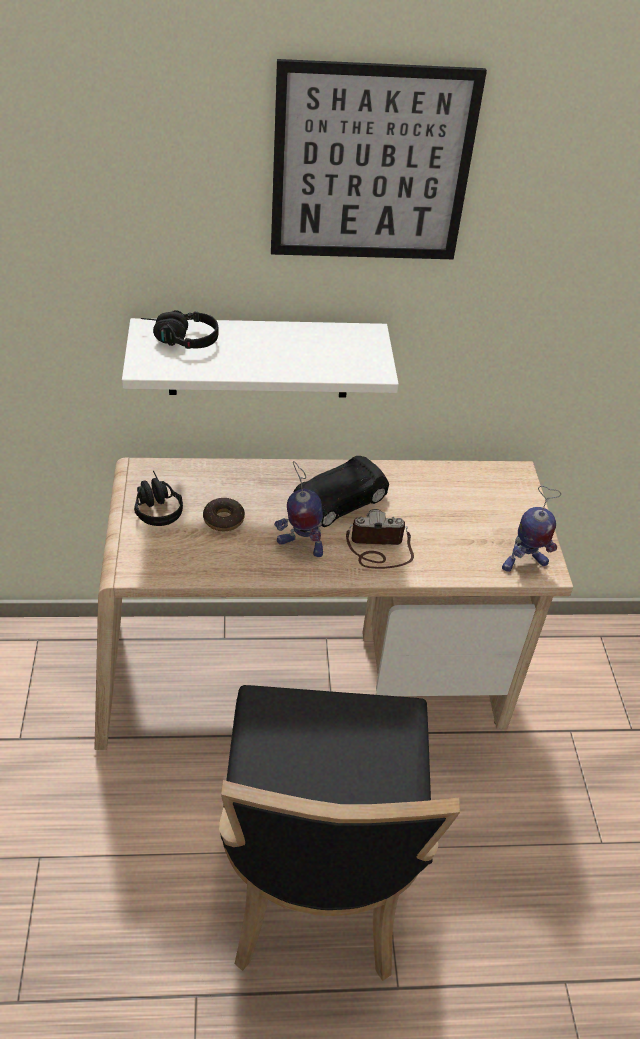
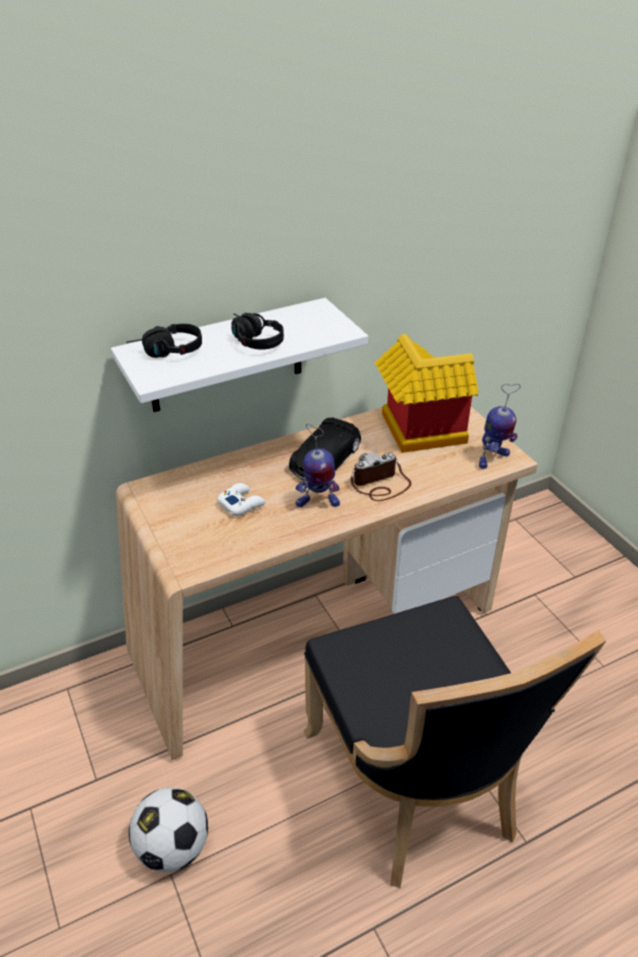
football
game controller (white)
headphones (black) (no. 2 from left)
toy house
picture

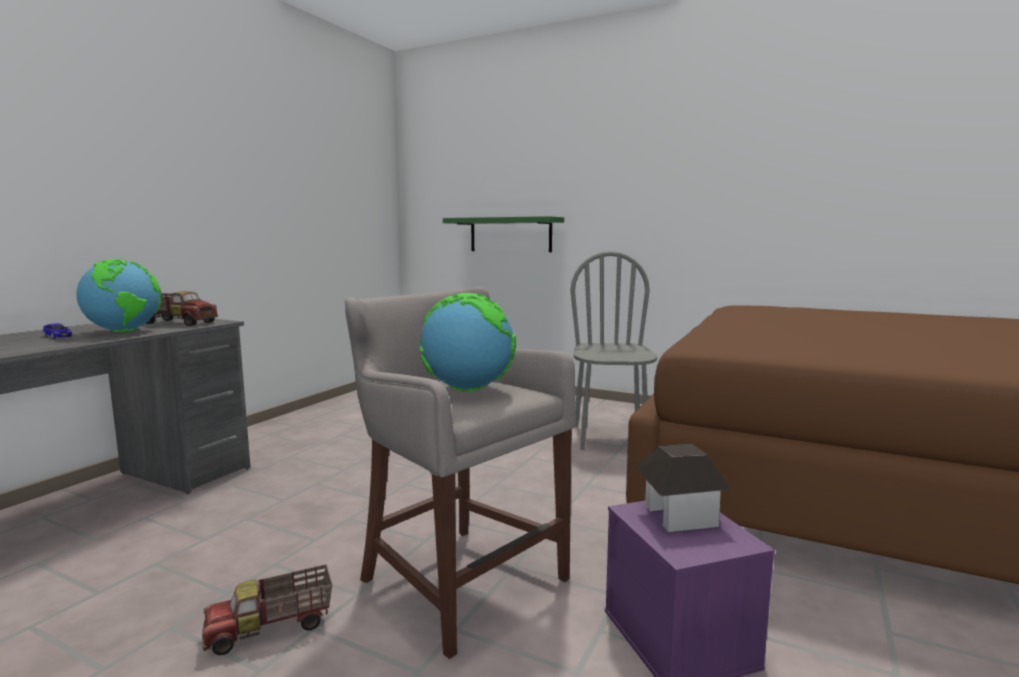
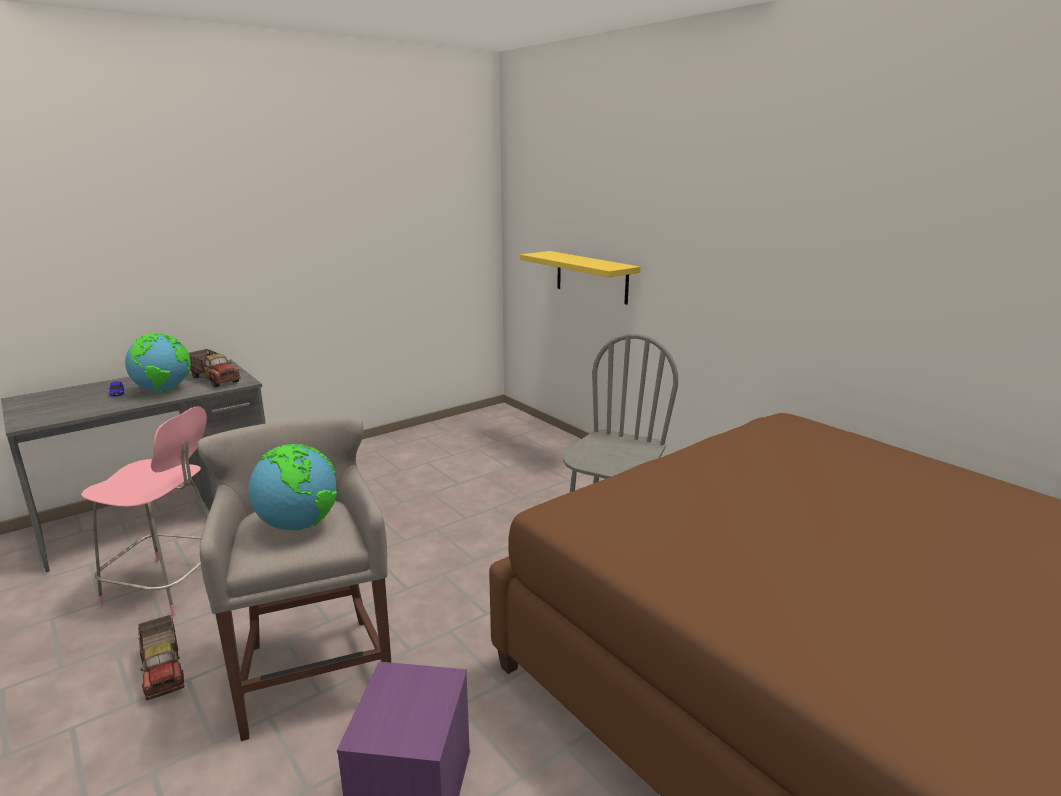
stool (pink)
toy truck (no. 1 from left)
shelf (yellow)
toy house

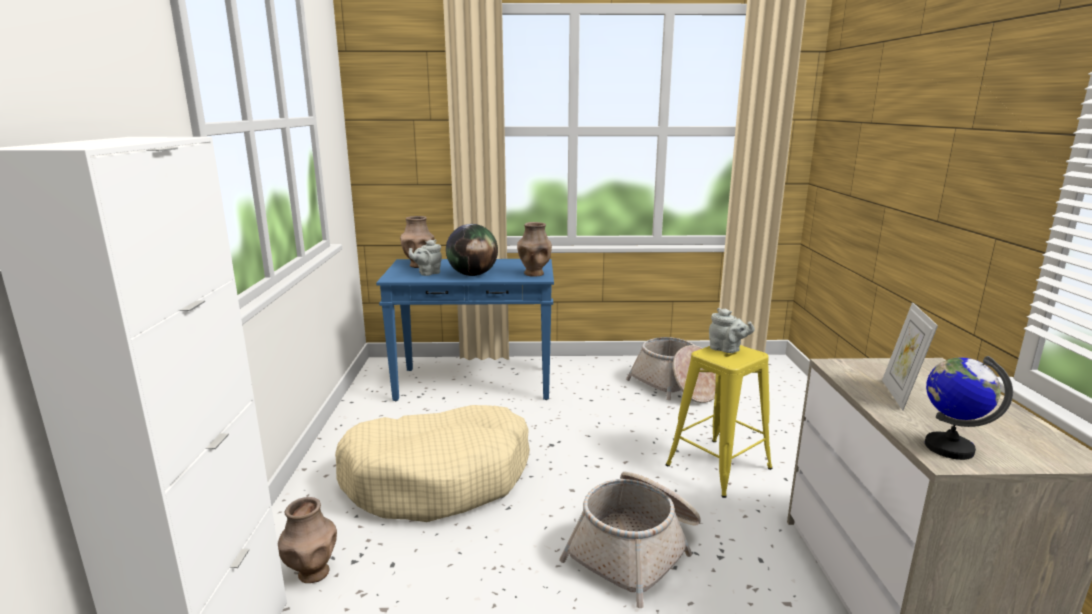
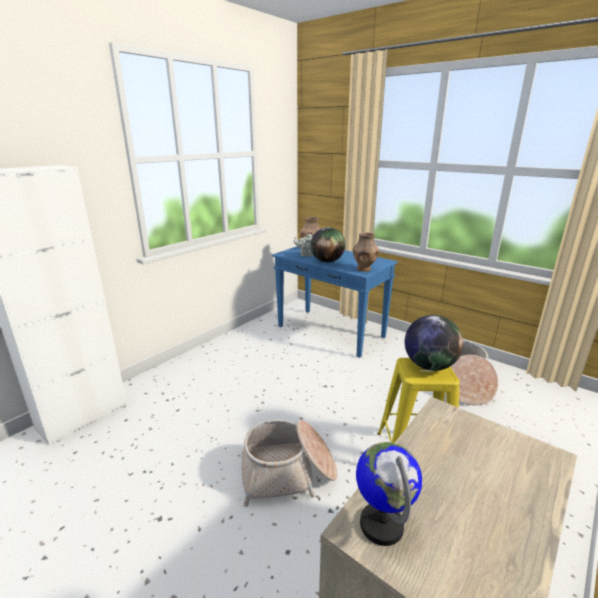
globe (no. 3 from left)
vase (brown) (no. 1 from left in the first image)
dog bed (beige)
picture frame

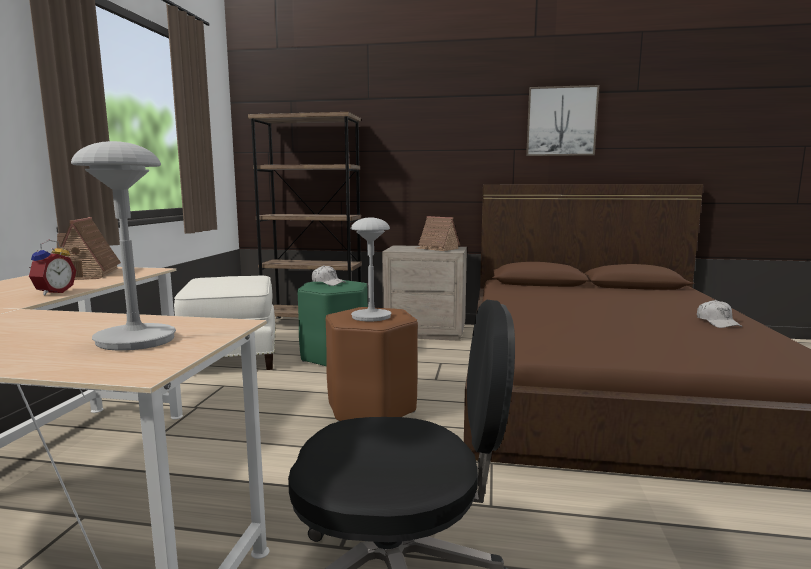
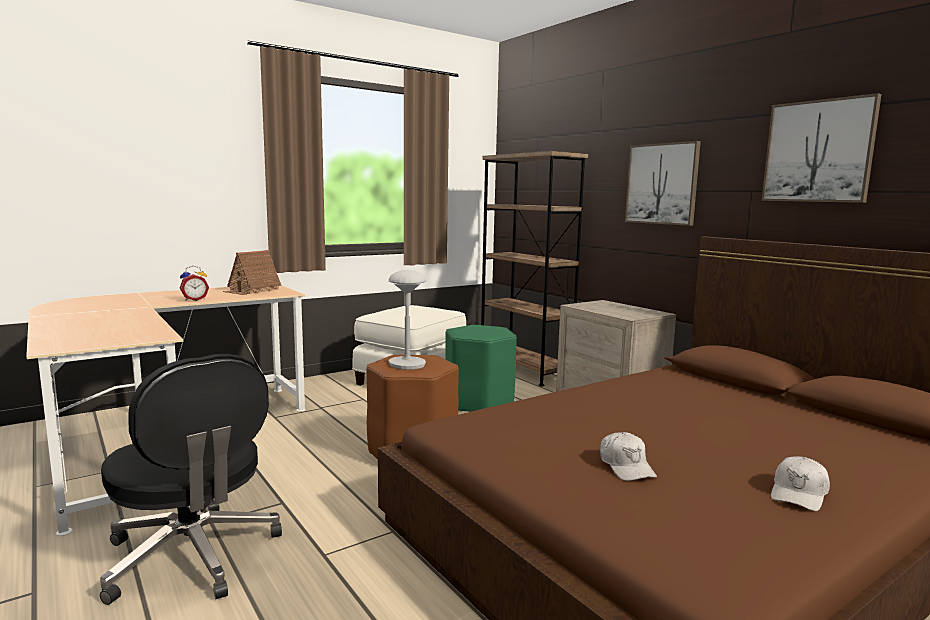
cap (white) (no. 1 from left)
picture (no. 1 from left)
table lamp (grey) (no. 1 from left in the first image)
toy house (no. 2 from left in the first image)

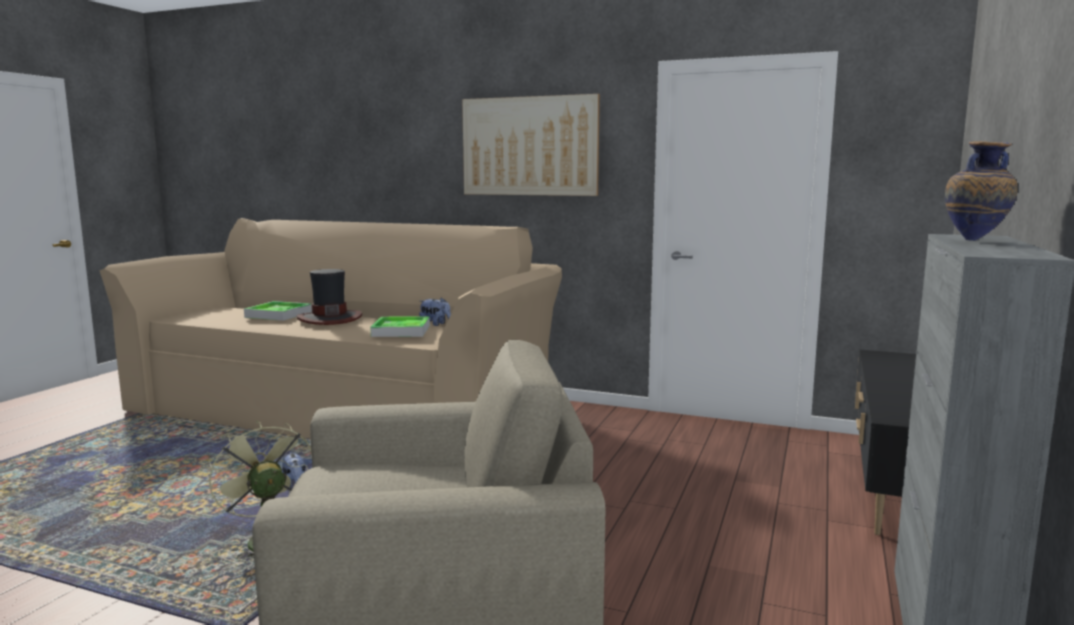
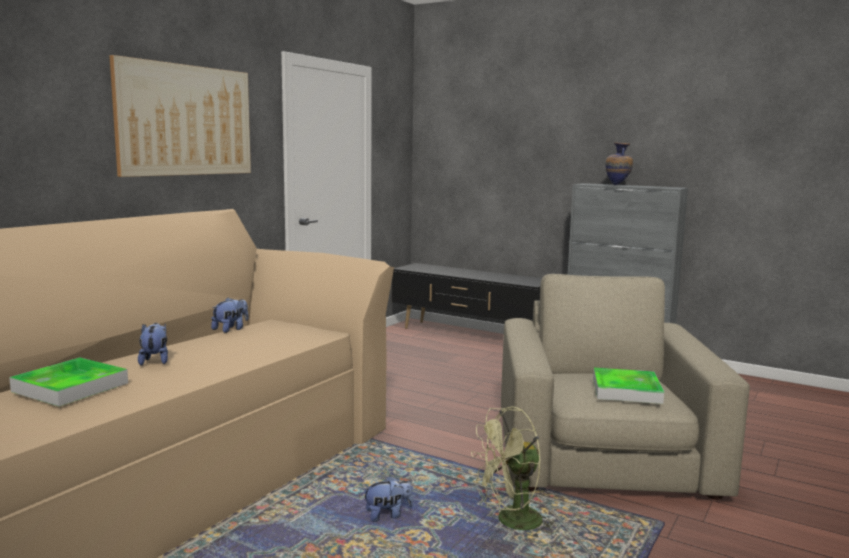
plush toy (no. 1 from left)
tray (no. 2 from left)

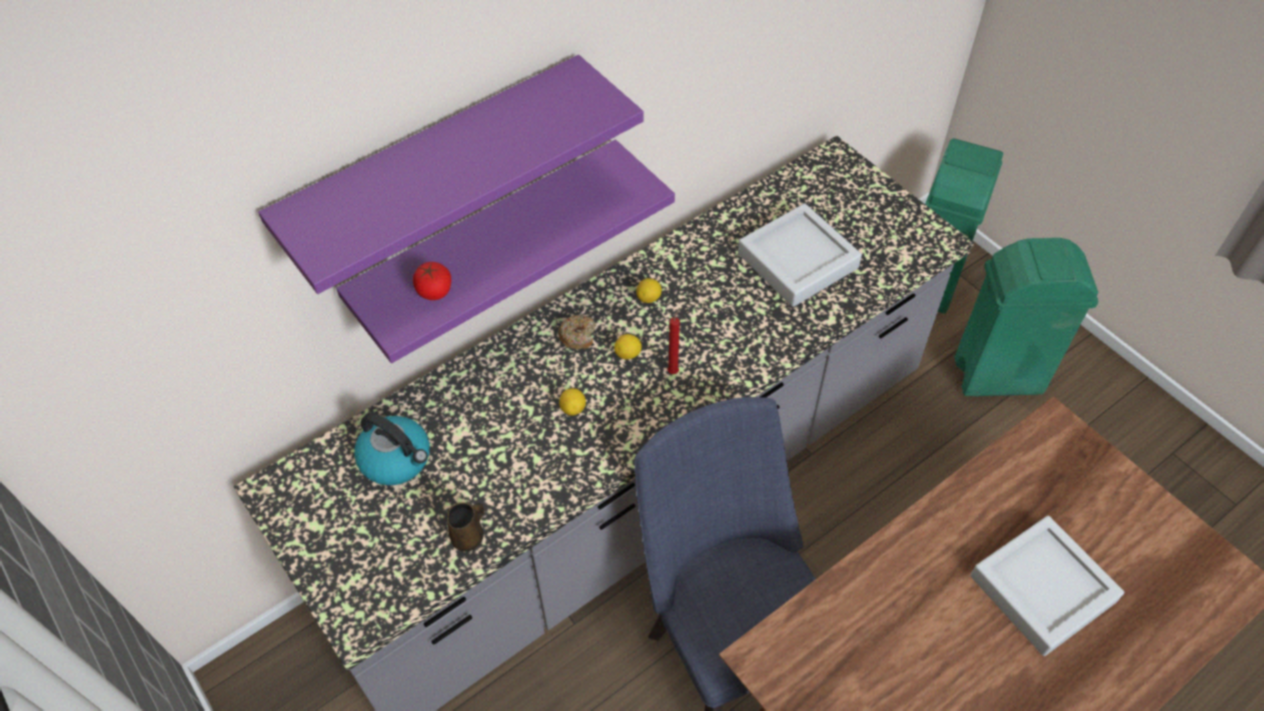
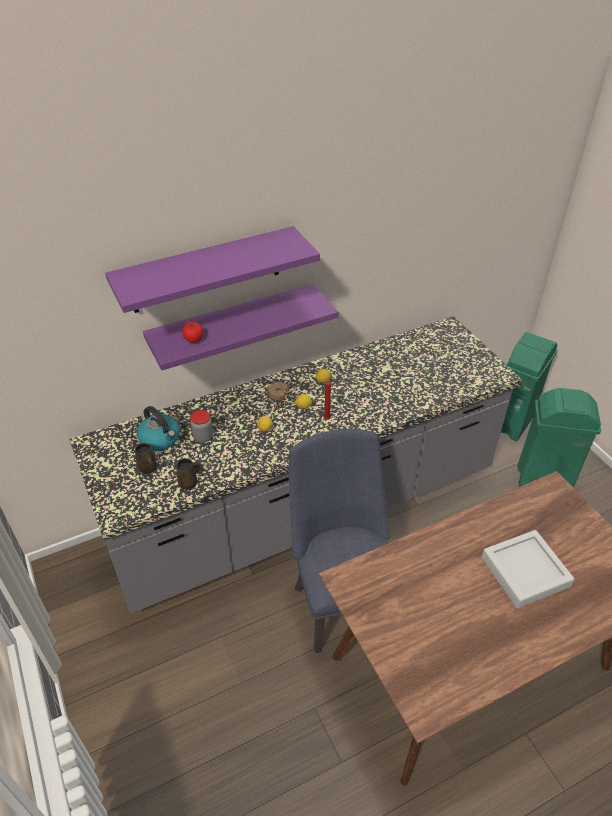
mug (brown) (no. 1 from left)
jar
tray (grey) (no. 1 from left in the first image)

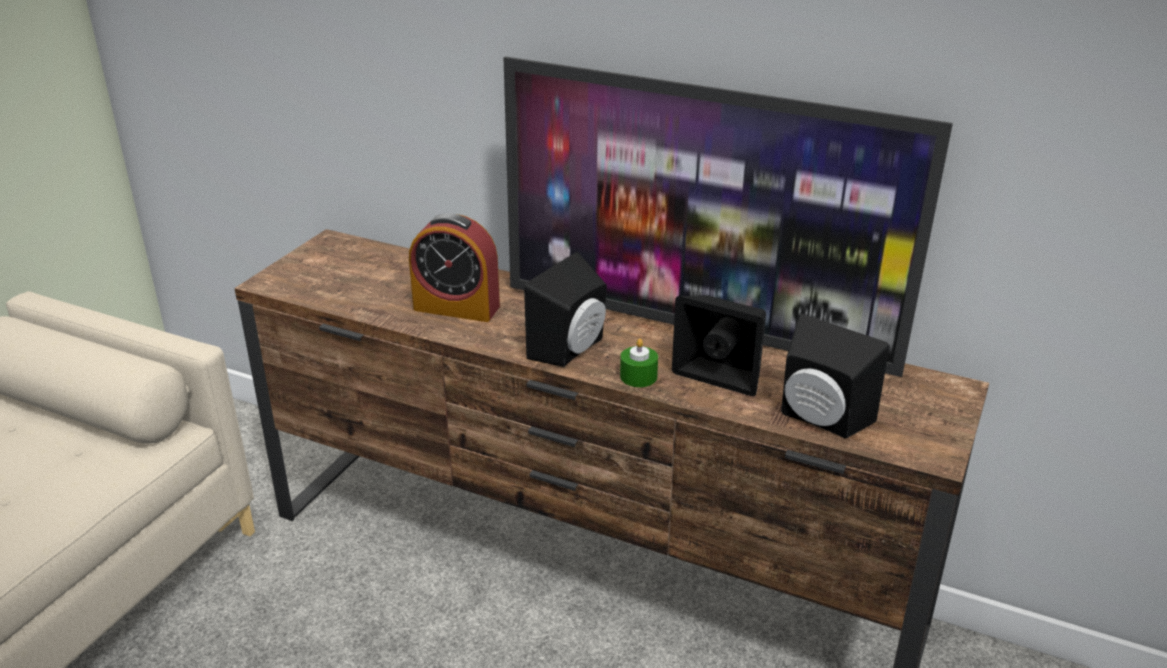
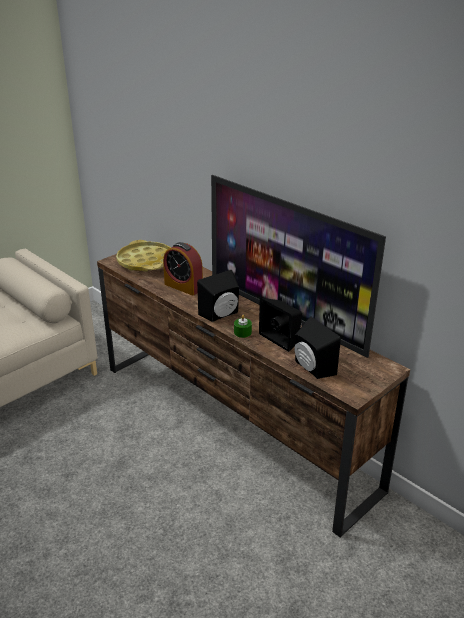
tray (yellow)

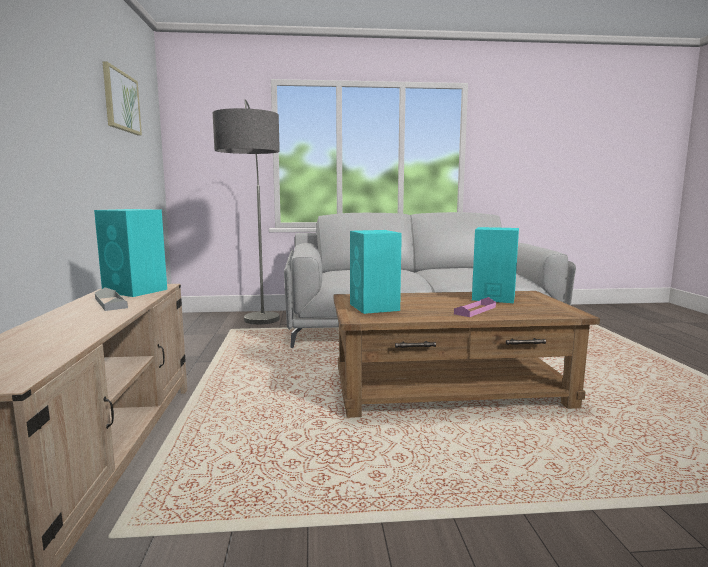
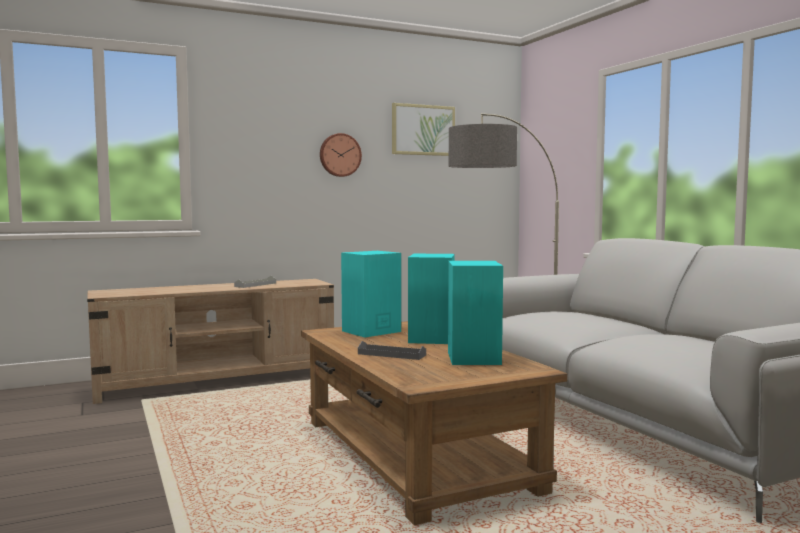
wall clock
tray (grey) (no. 2 from left)
speaker (turquoise) (no. 2 from left)

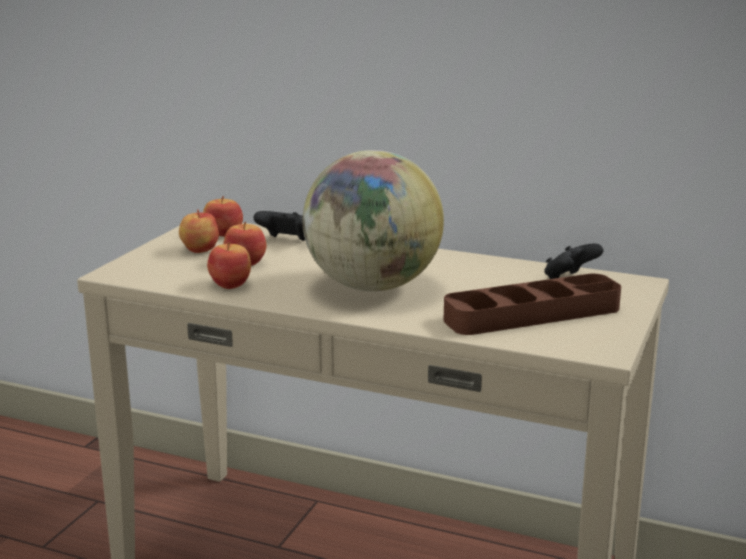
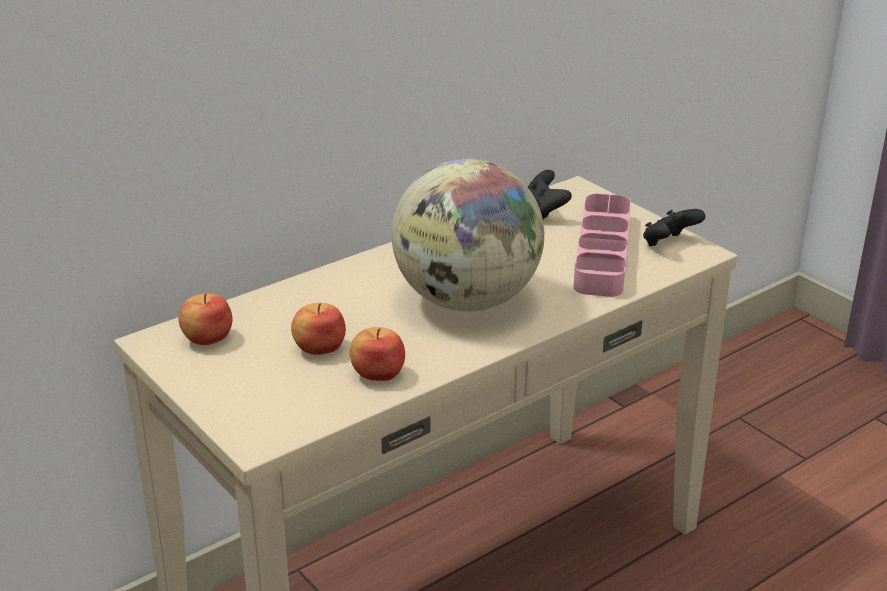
tray (pink)
game controller (black) (no. 2 from left)
apple (no. 1 from left in the first image)

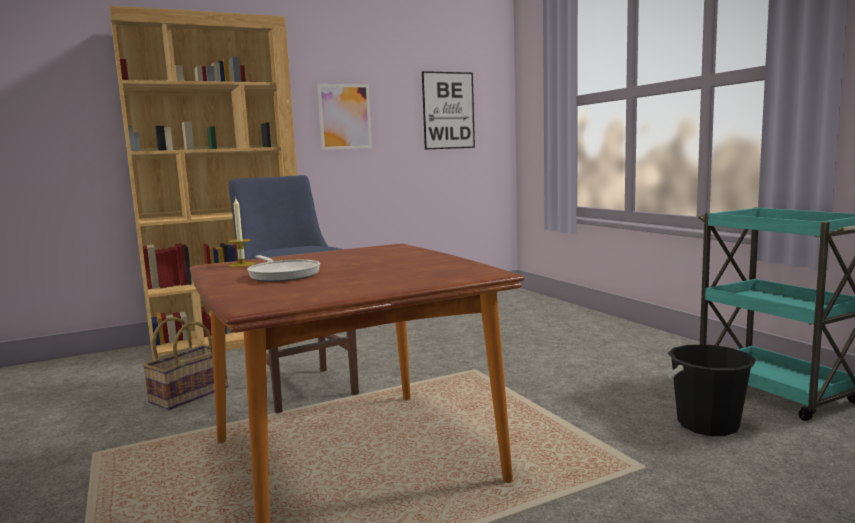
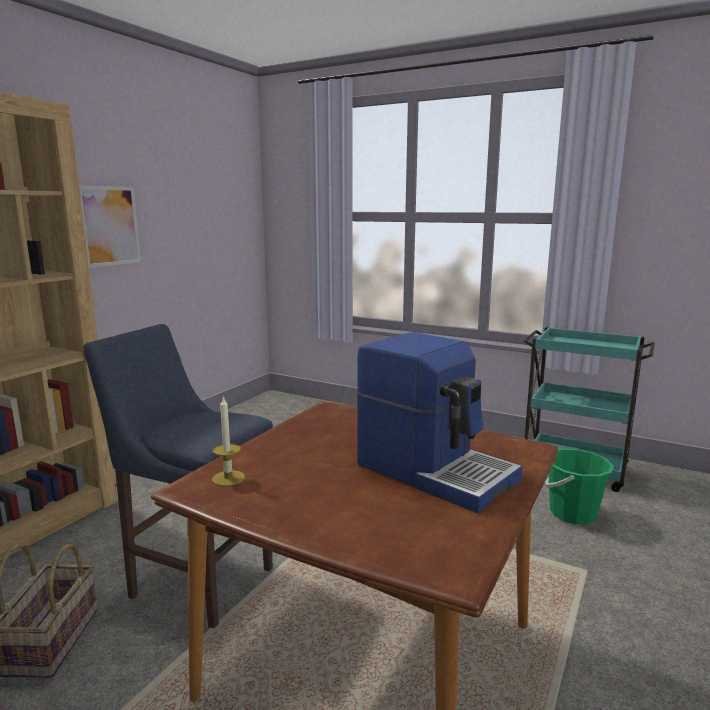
coffee machine
bucket (green)
frying pan
picture (no. 2 from left in the first image)

